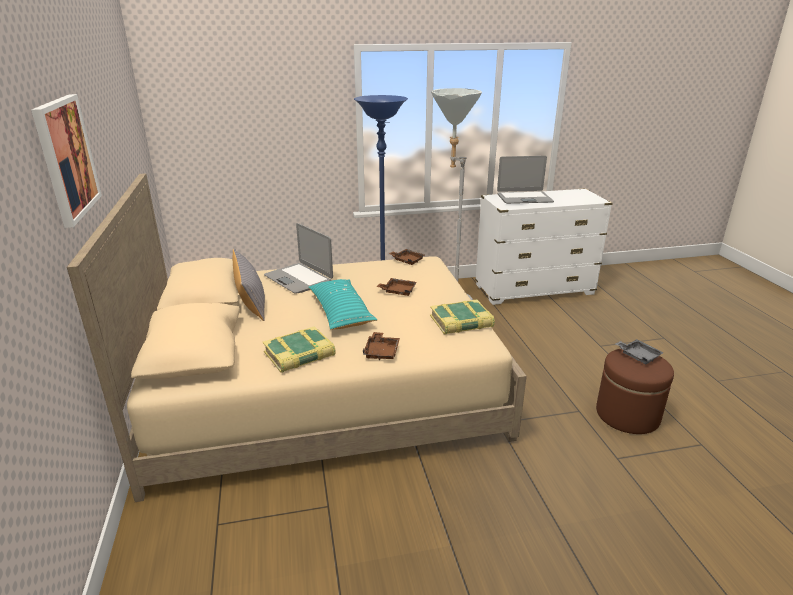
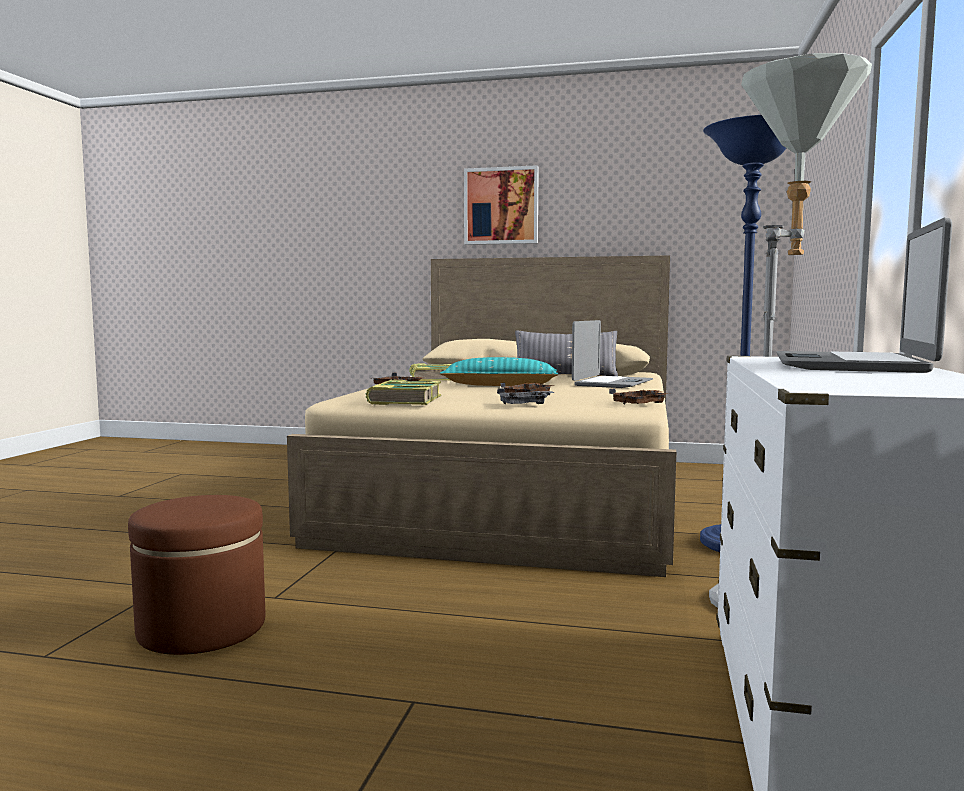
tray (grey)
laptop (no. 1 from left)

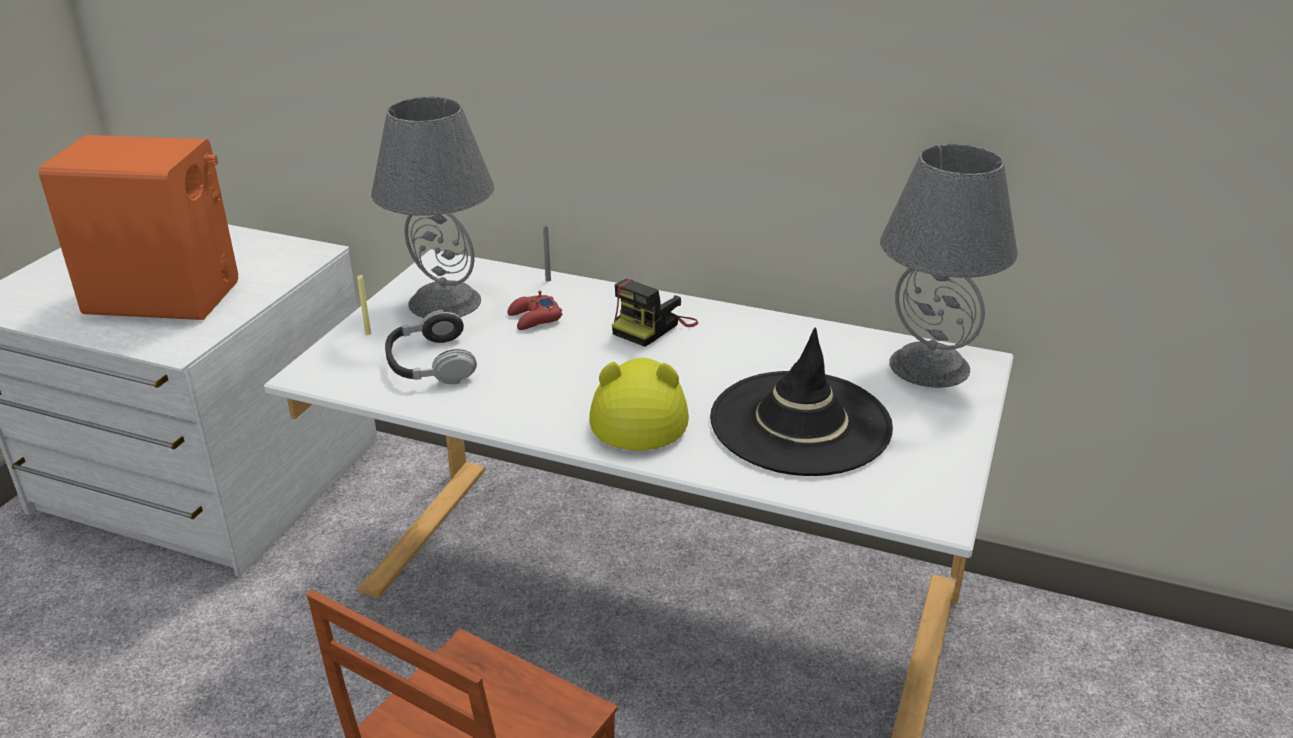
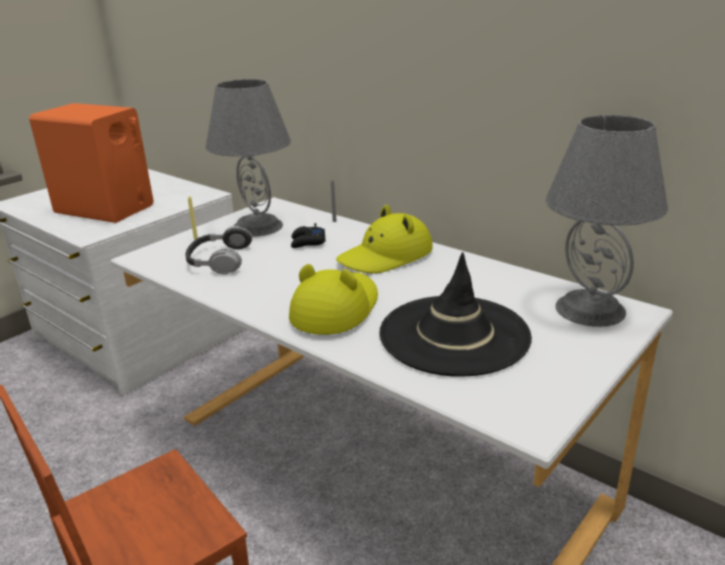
game controller (black)
hat (yellow) (no. 2 from left)

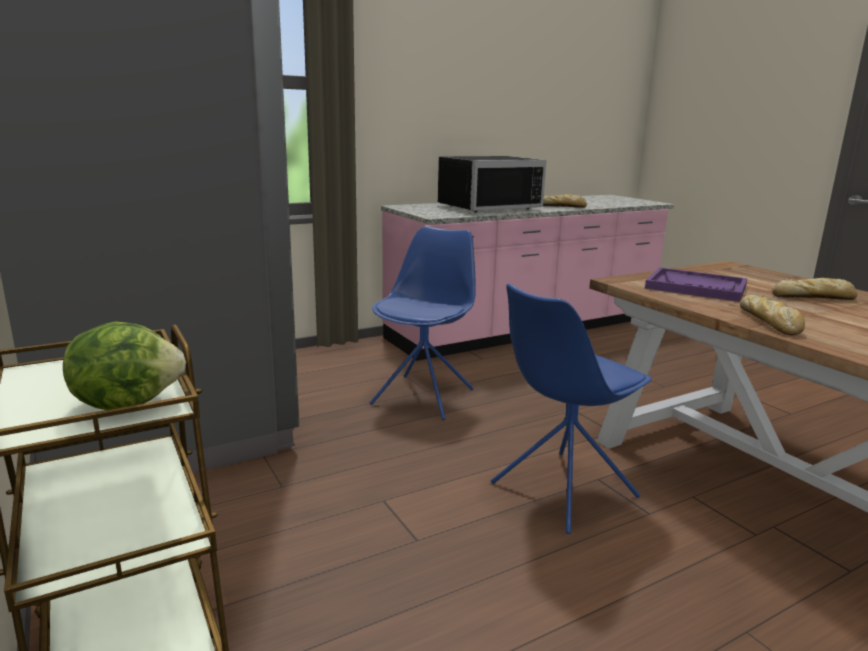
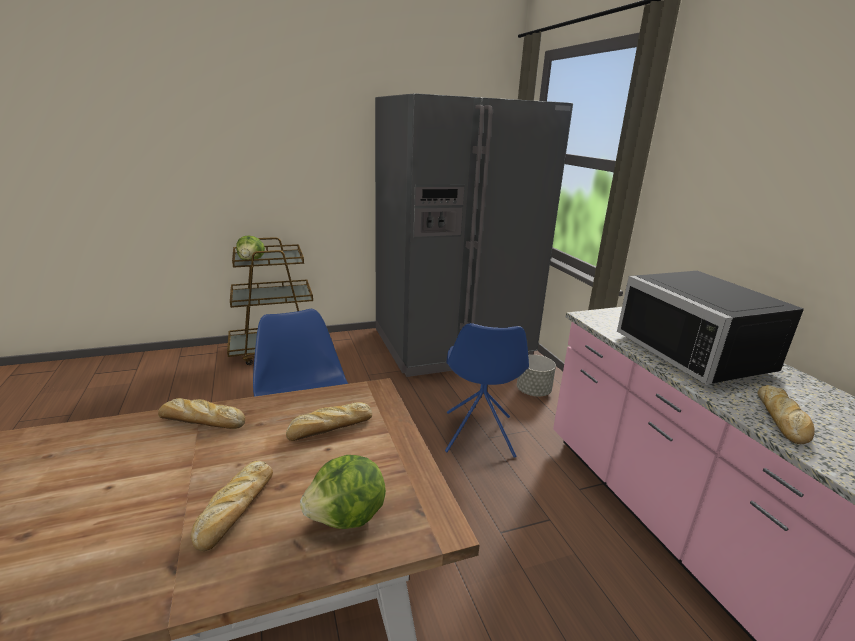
bread (no. 3 from left)
lettuce (no. 2 from left)
chair (blue) (no. 2 from left)
planter (grey)

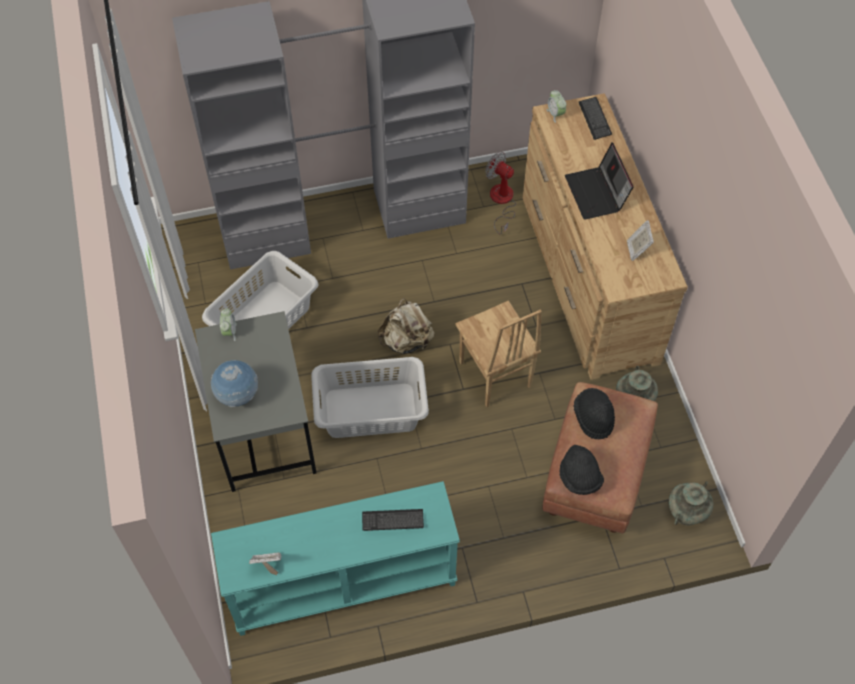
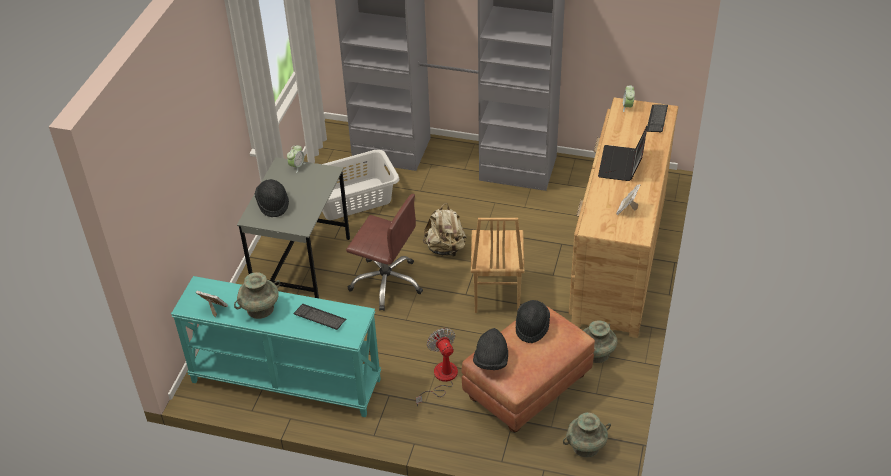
vase (turquoise) (no. 1 from left)
hat (black) (no. 1 from left)
office chair (brown)
fan

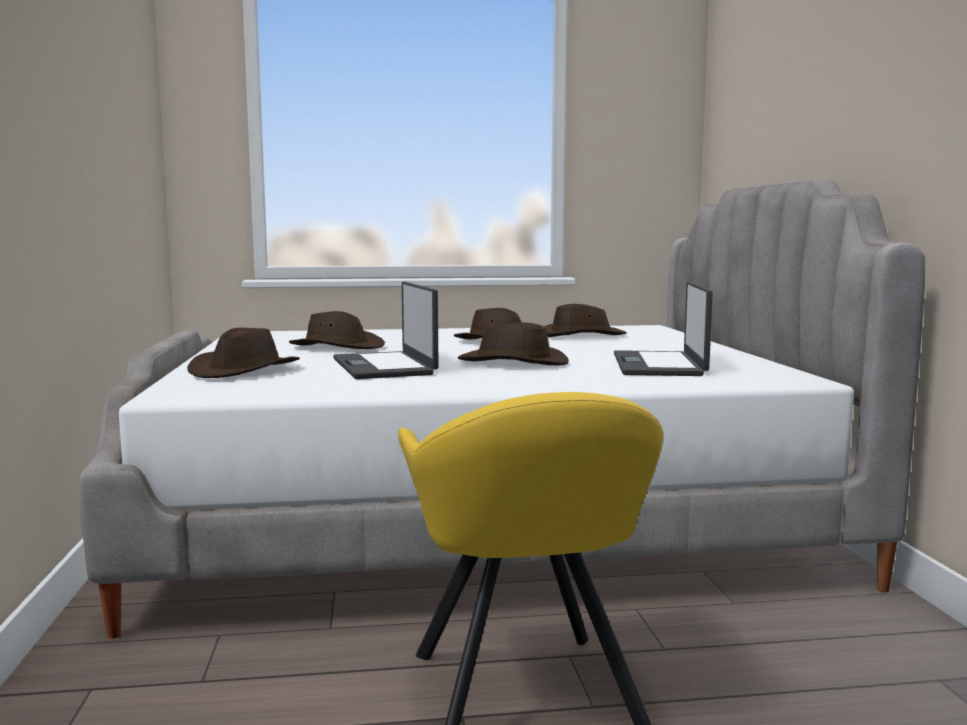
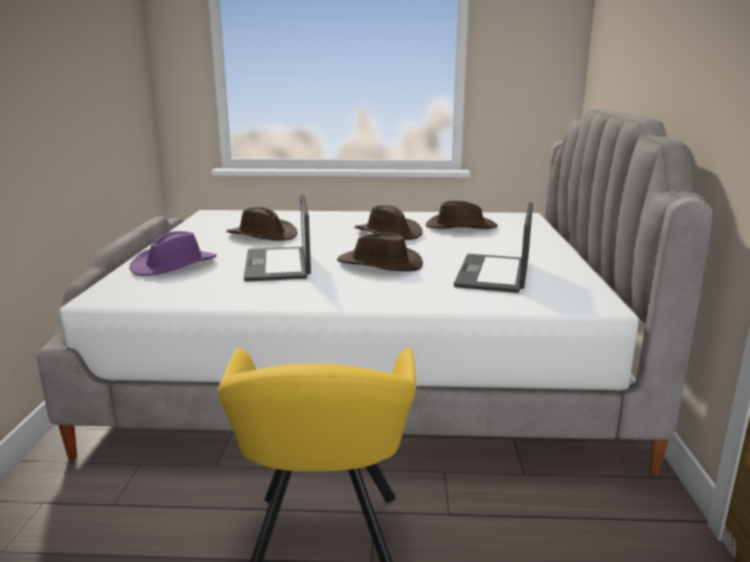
hat (purple)

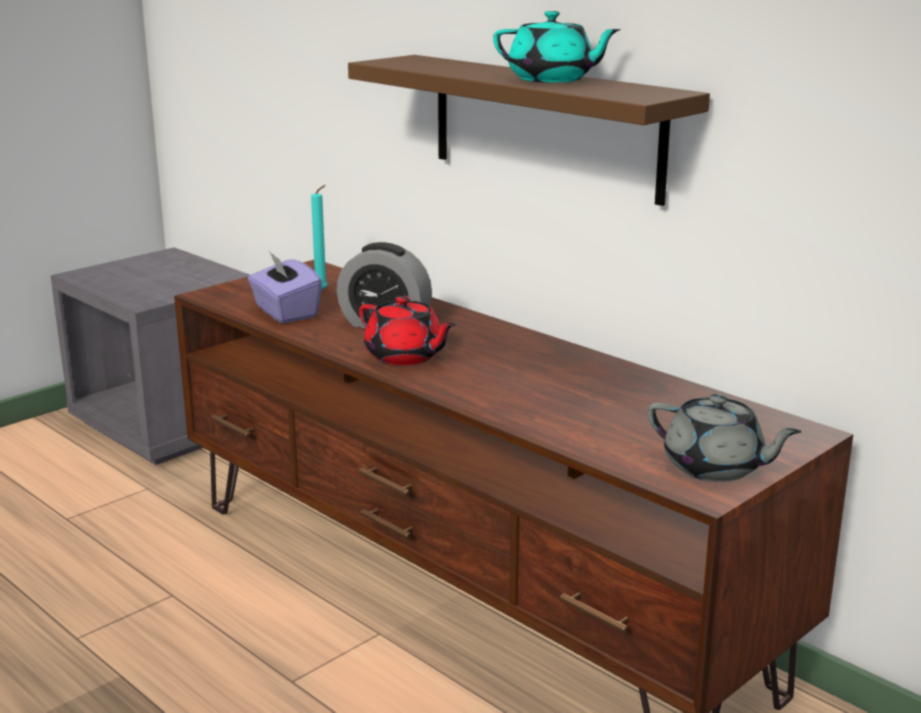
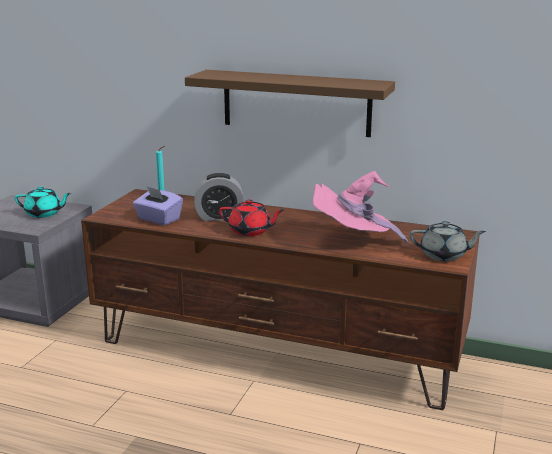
teapot (turquoise)
hat (pink)

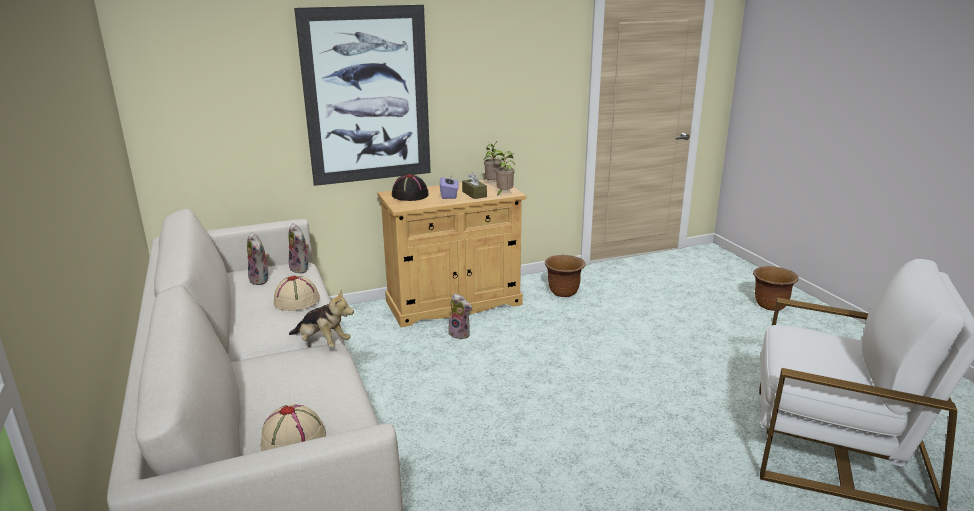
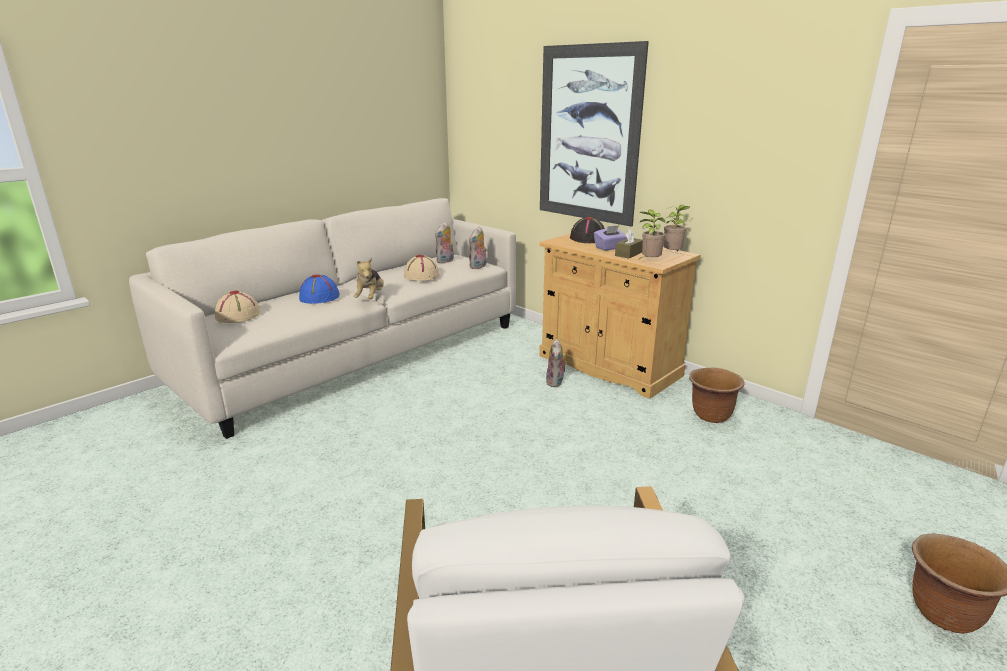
hat (blue)

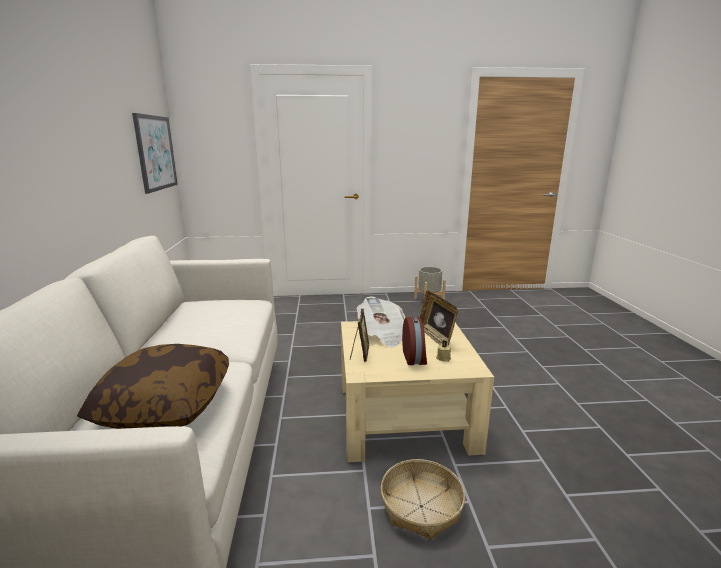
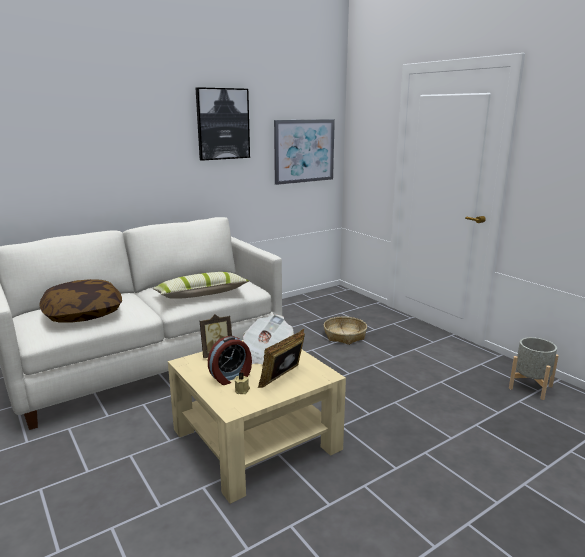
pillow (no. 2 from left)
picture (no. 1 from left)
basket

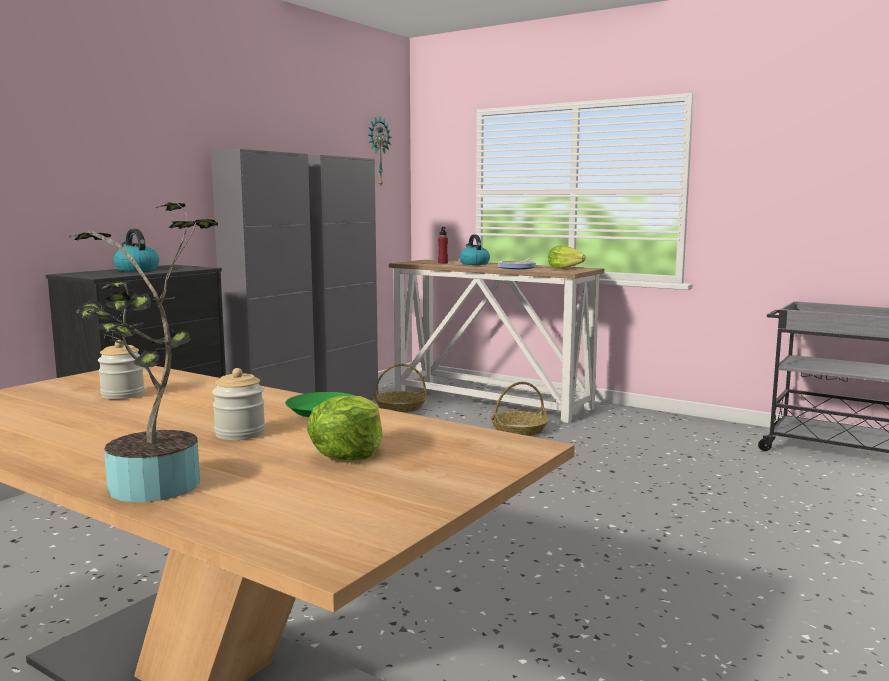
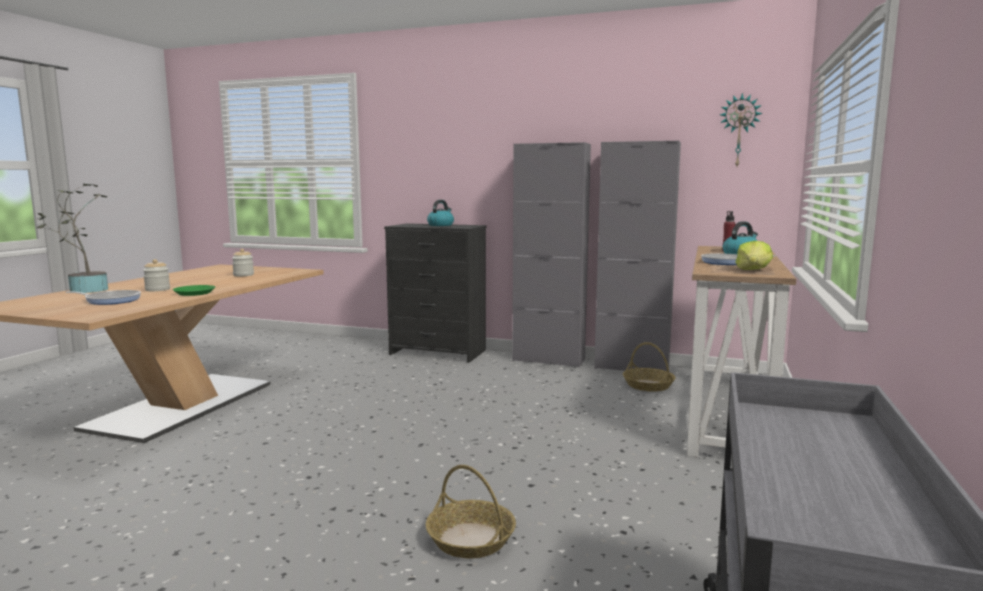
frying pan (no. 1 from left)
basket (no. 1 from left)

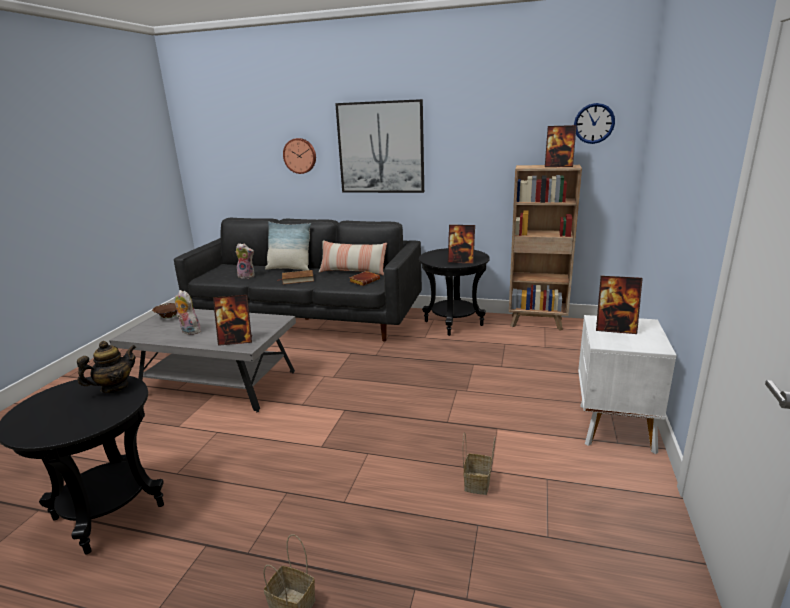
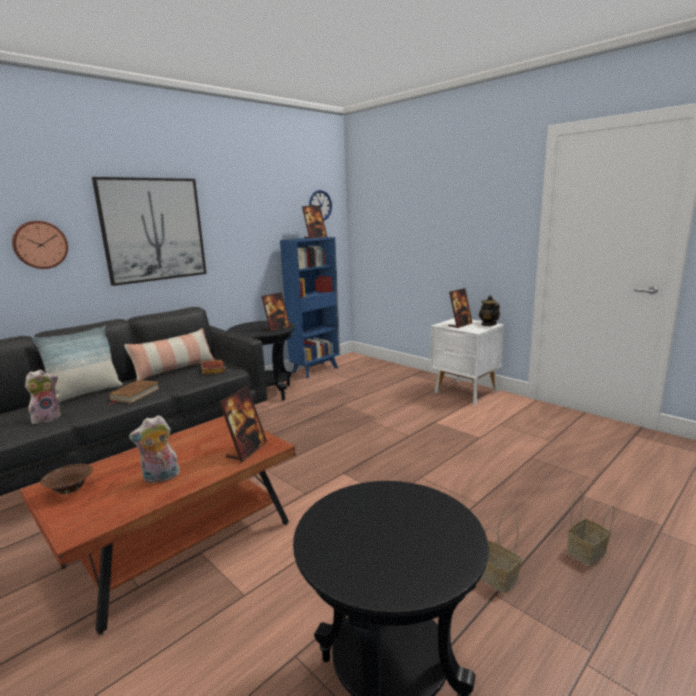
coffee table (brown)
bookcase (blue)
teapot
basket (no. 1 from left)

